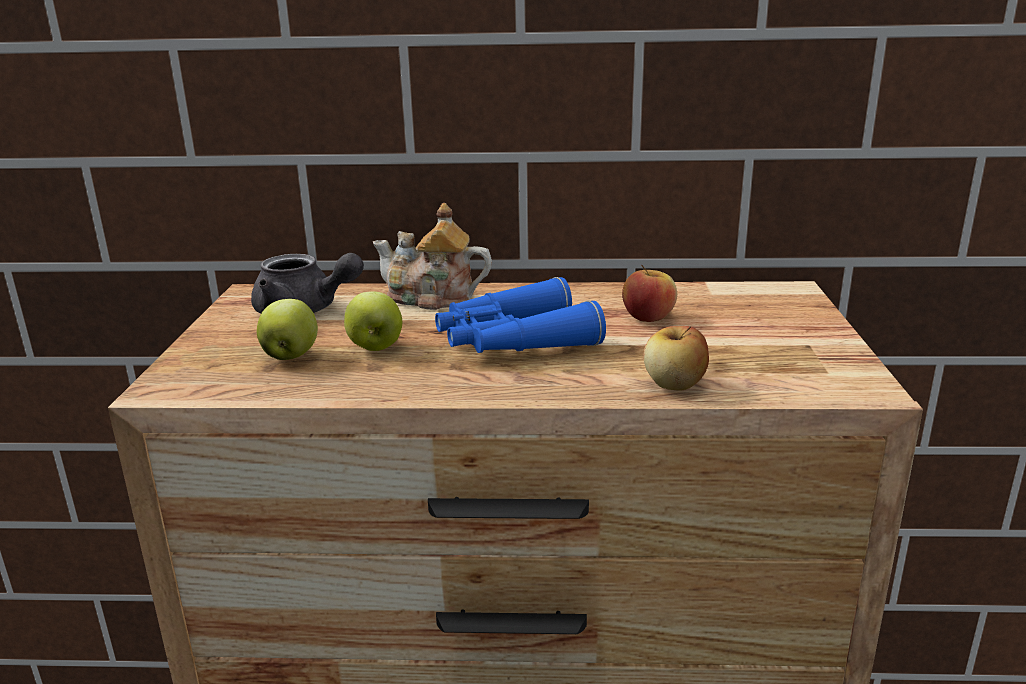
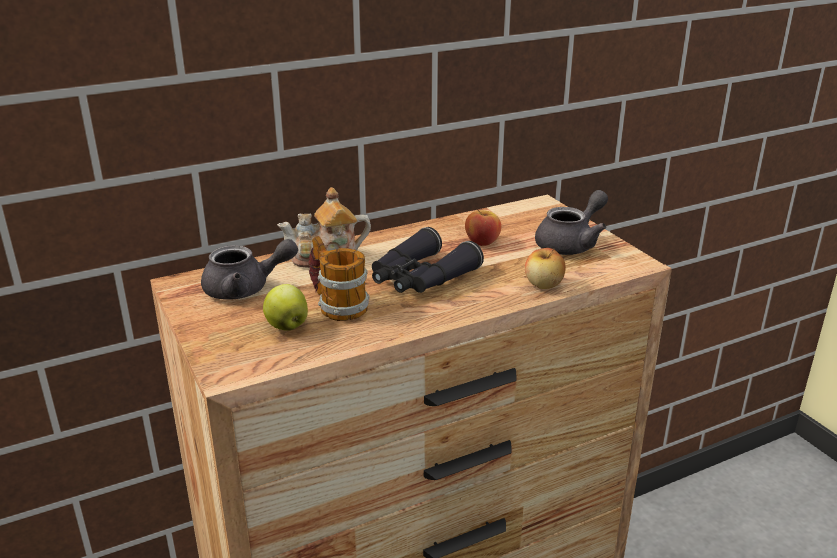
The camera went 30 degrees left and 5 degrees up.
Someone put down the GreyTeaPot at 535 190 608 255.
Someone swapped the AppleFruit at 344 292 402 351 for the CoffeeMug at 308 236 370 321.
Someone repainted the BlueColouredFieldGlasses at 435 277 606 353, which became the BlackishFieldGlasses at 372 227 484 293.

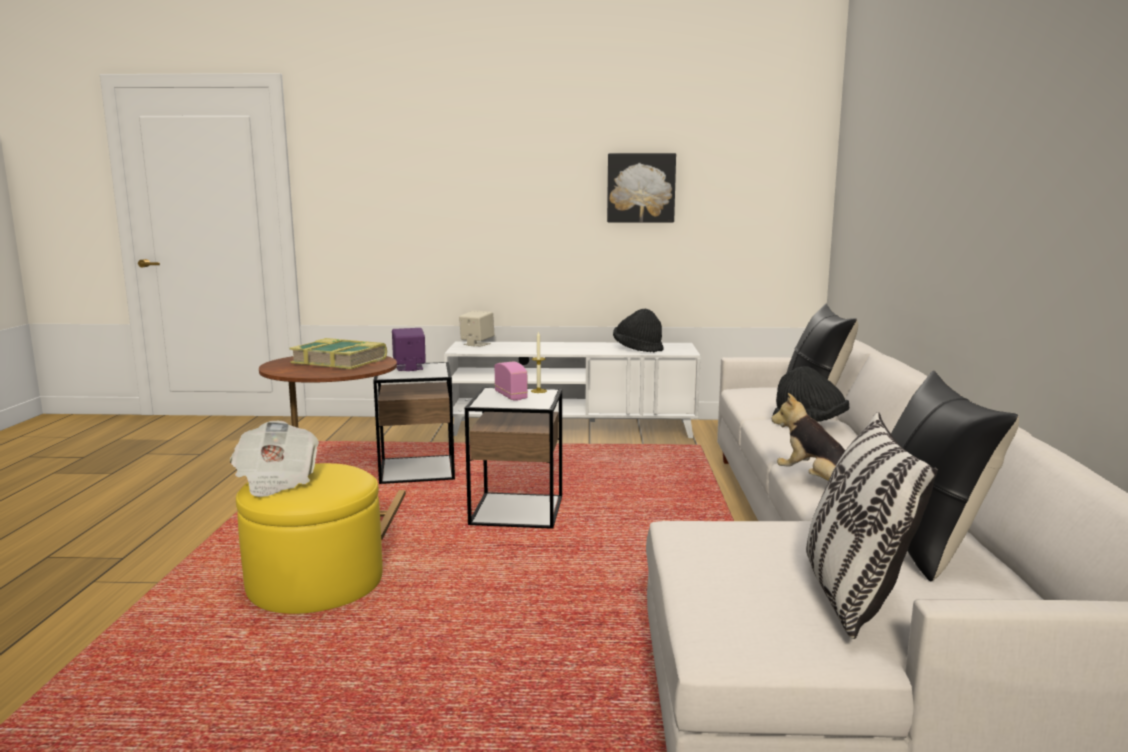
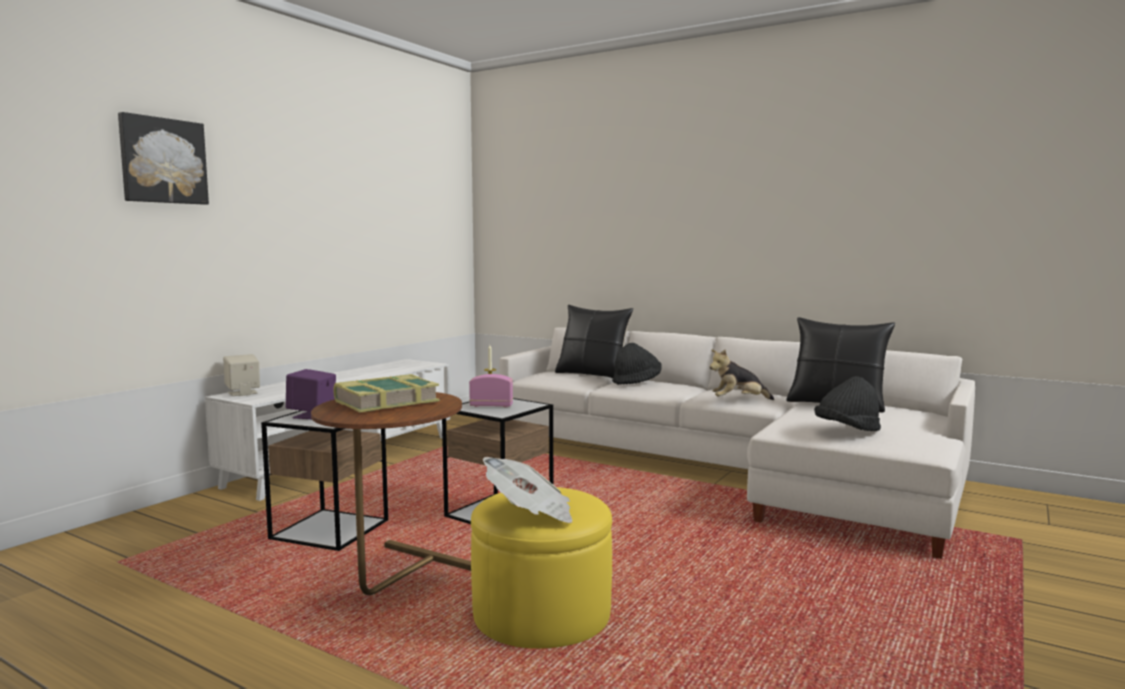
The camera went 60 degrees left and 5 degrees down.
Someone took away the Cushion at 806 412 938 639.
Someone carried the WallPicture from 607 153 676 223 to 118 112 209 205.
Someone carried the BlackishClothingHat from 613 309 664 353 to 814 376 881 431.

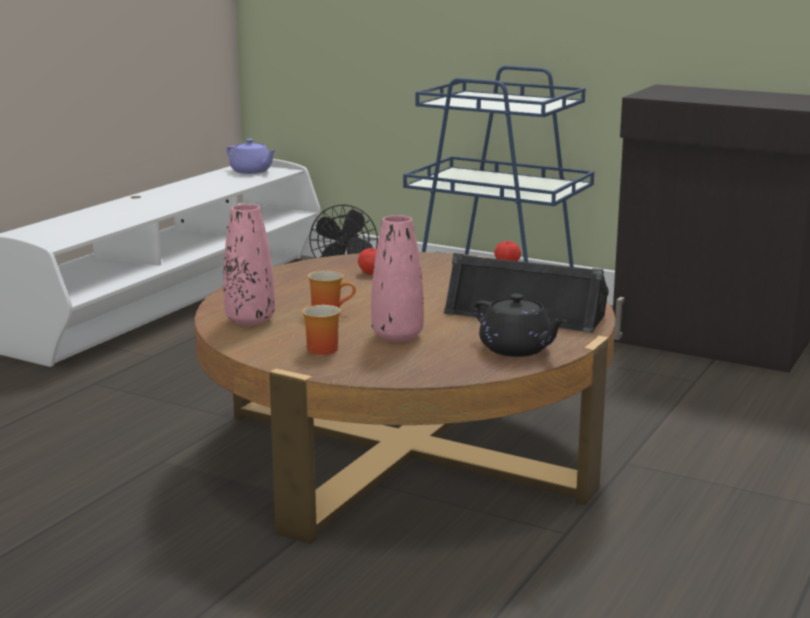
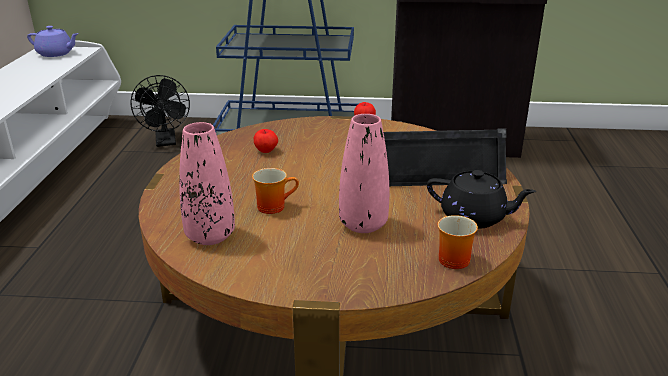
The camera went 25 degrees left and 10 degrees up.
Someone carried the CoffeeMug from 302 305 341 355 to 438 215 478 269.

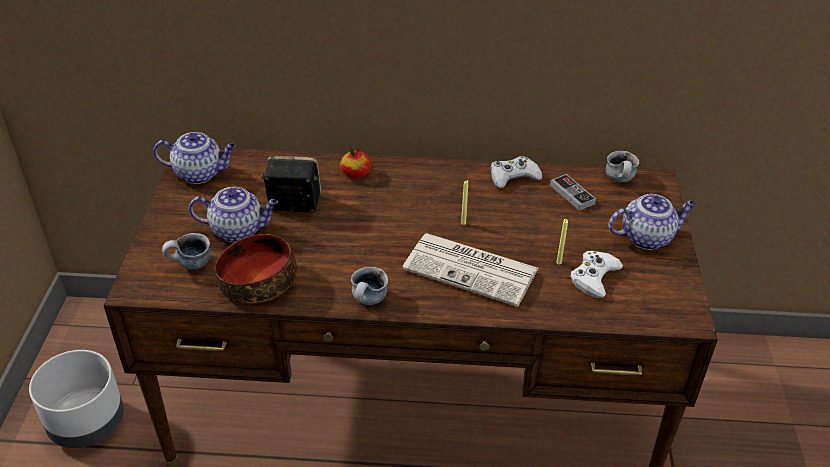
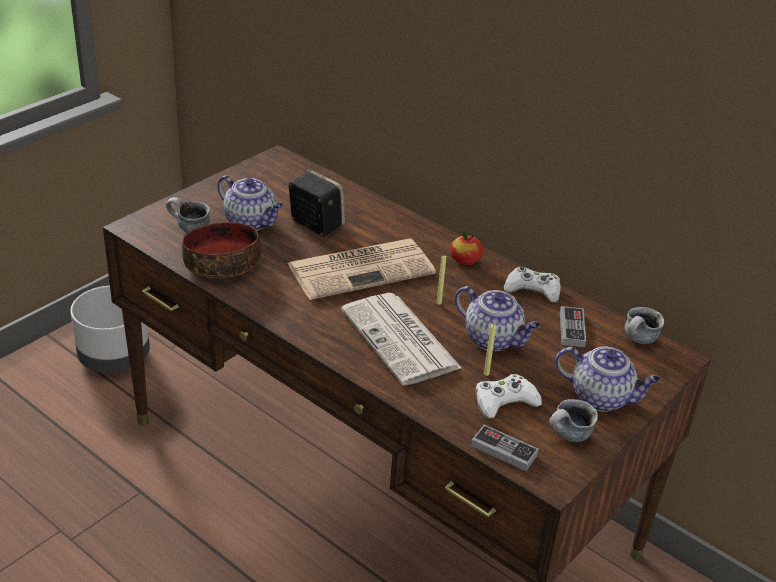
The camera went 35 degrees right and 5 degrees down.
Someone put down the PrintedPaper at 287 238 436 300.
Someone put down the GameController at 471 425 539 471.
Someone carried the TeaPot from 153 132 236 184 to 455 286 540 351.
Someone carried the AppleFruit from 340 148 371 178 to 450 231 484 265.
Someone carried the CoffeeMug from 351 267 388 305 to 550 399 598 442.

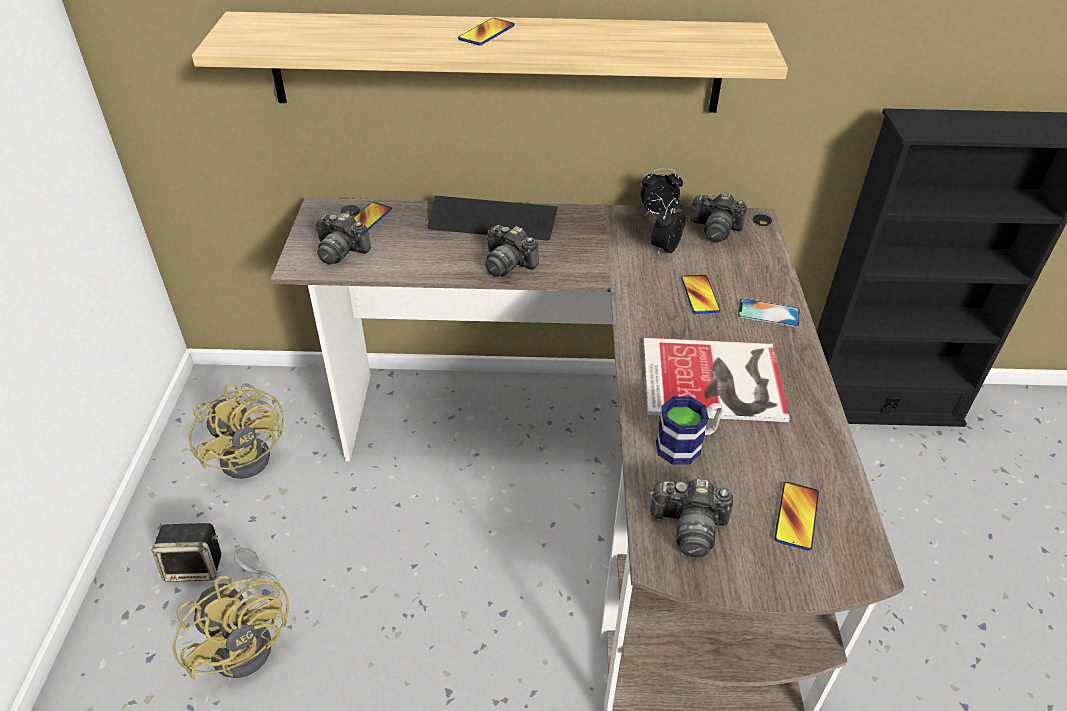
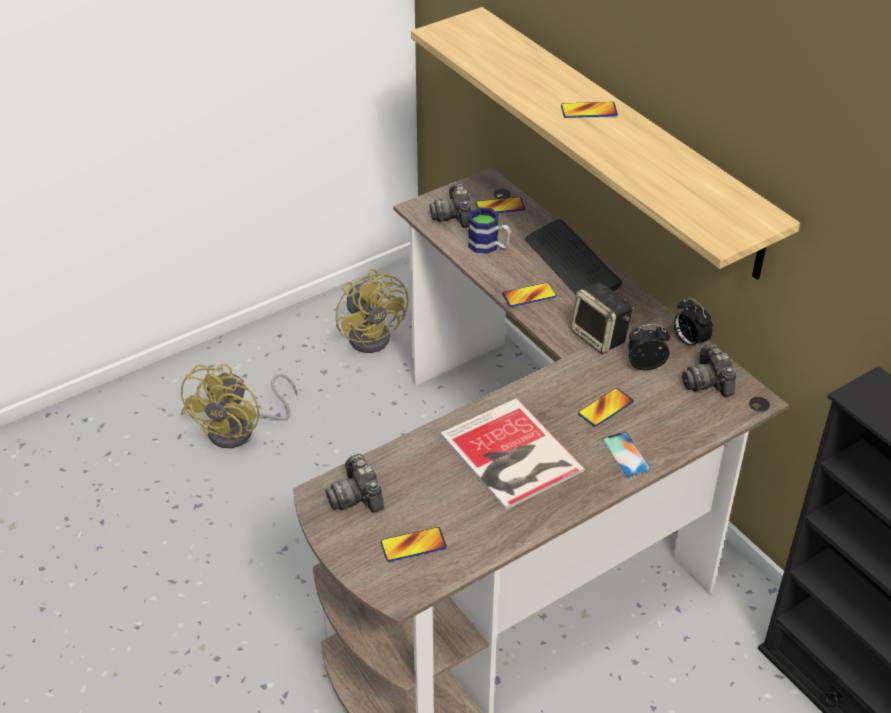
The camera went 55 degrees right and 0 degrees up.
Someone carried the Speaker from 151 523 221 582 to 570 282 633 354.
Someone carried the CoffeeMug from 656 396 723 465 to 468 207 511 254.
Someone swapped the StillCamera at 485 225 539 277 for the Telephone at 502 282 557 307.
Someone rotated the YellowColouredFan at 189 383 284 479 by 45 degrees counterclockwise.

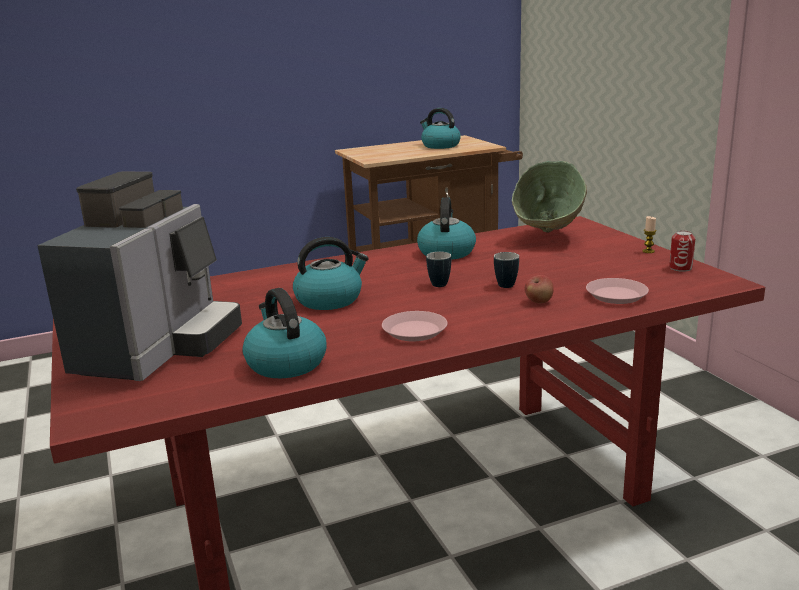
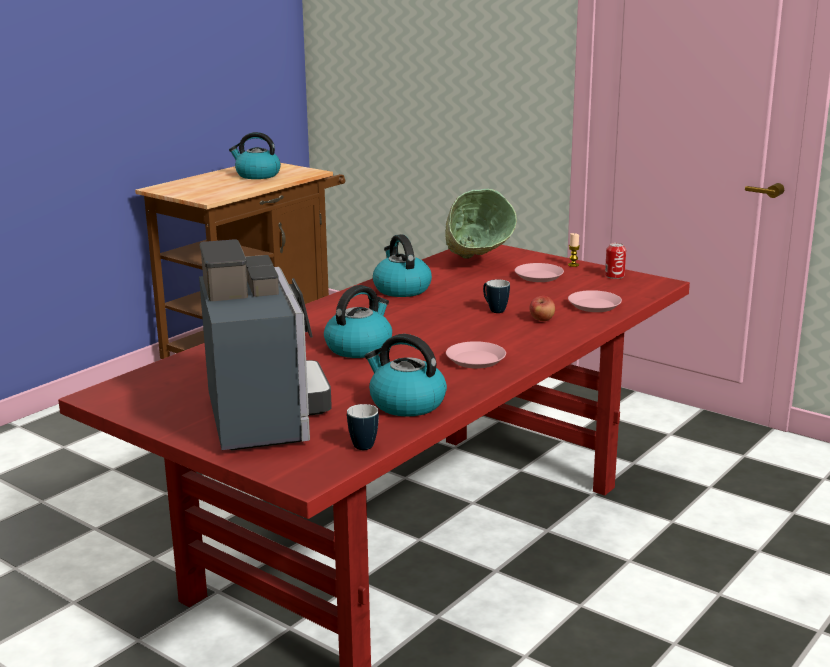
The camera went 30 degrees left and 0 degrees up.
Someone put down the PinkishDinnerPlate at 515 263 564 282.
Someone carried the CoffeeMug from 426 252 451 287 to 347 404 379 450.

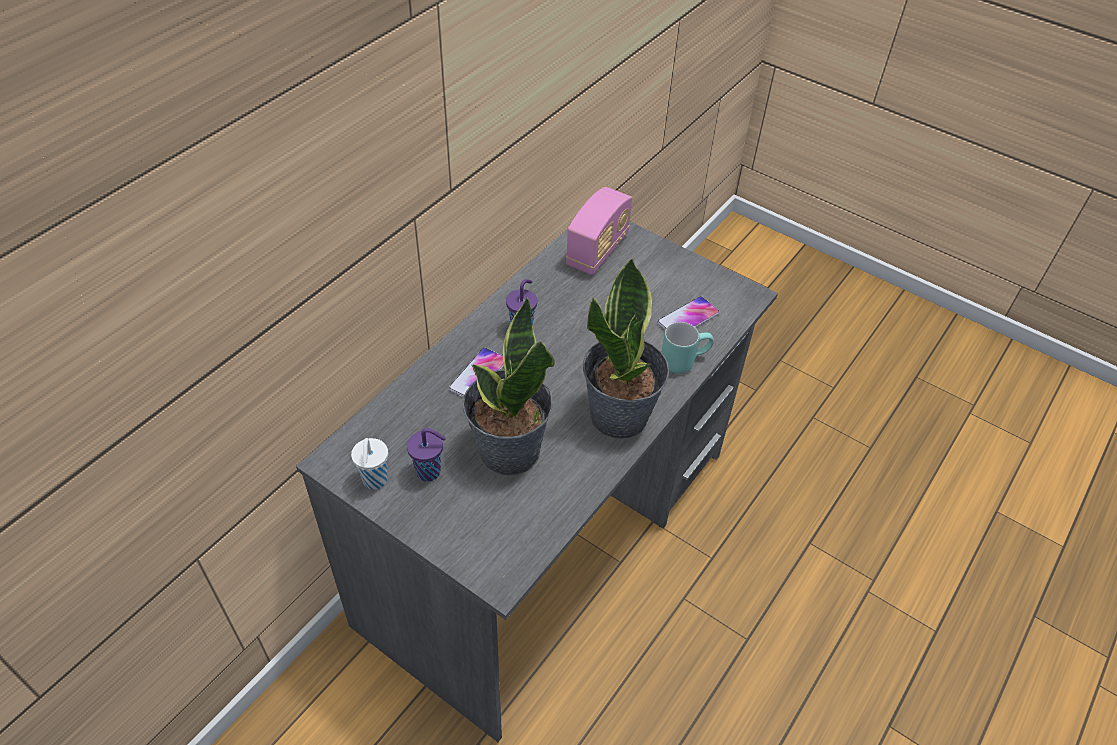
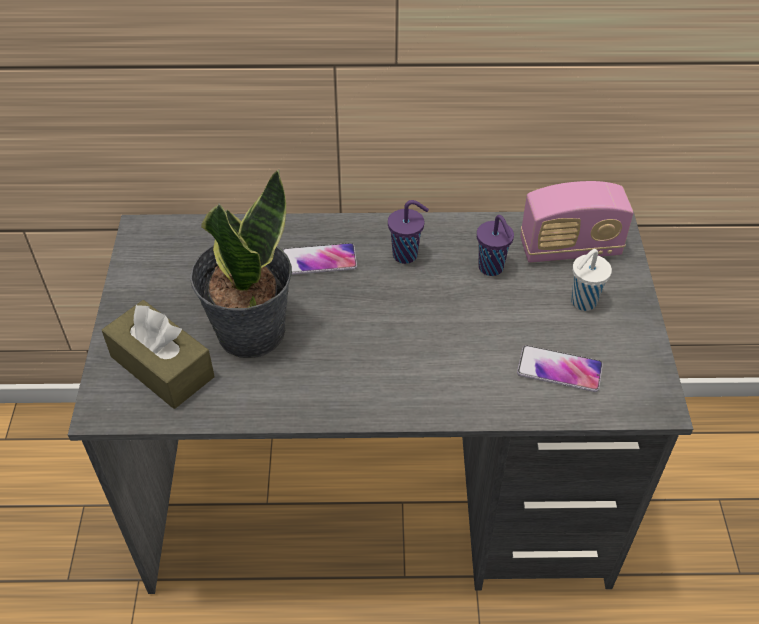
The camera went 55 degrees right and 0 degrees up.
Someone took away the PlantInAPot at 583 257 669 439.
Someone took away the TurquoiseColouredCoffeeMug at 661 322 714 374.
Someone put down the BrownishTissueHolder at 102 300 214 409.
Someone carried the WhiteDrinkingCup from 351 438 388 490 to 571 249 612 311.
Someone carried the PurpleDrinkingCup from 407 428 446 482 to 477 215 514 276.

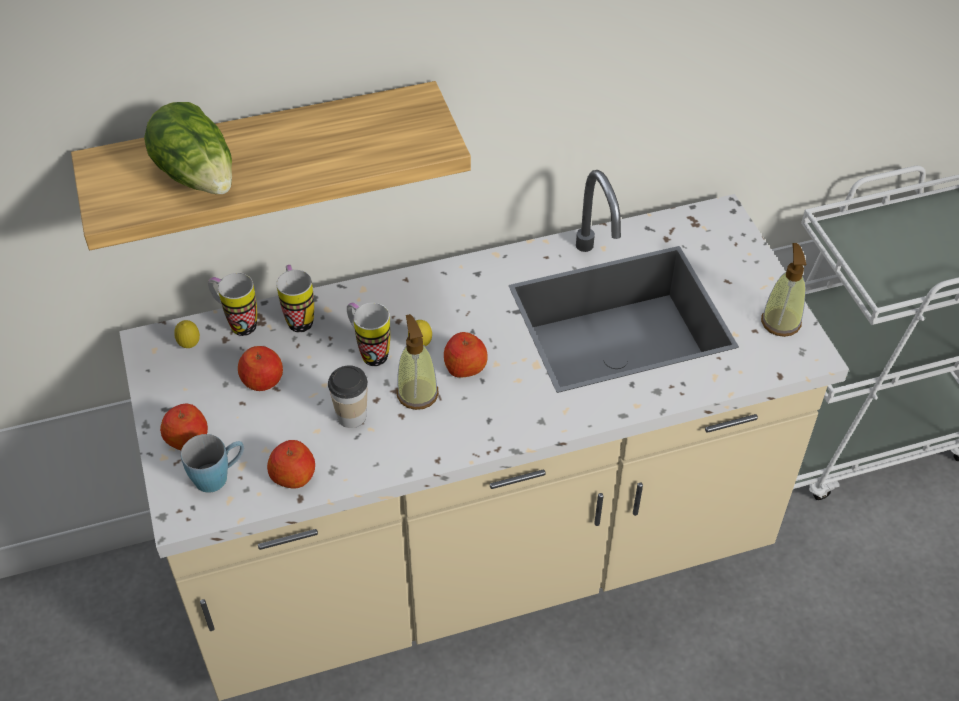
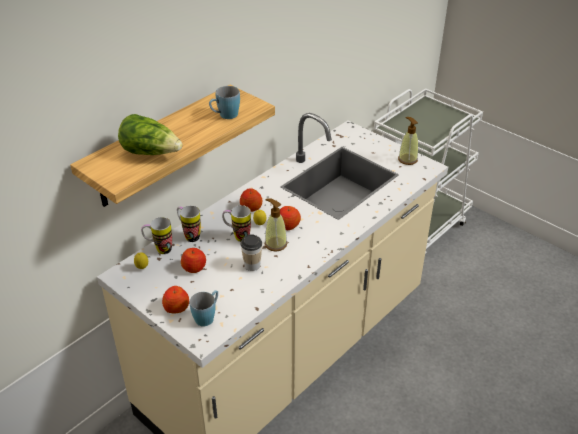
The camera went 30 degrees left and 10 degrees down.
Someone put down the BlueColouredCoffeeMug at 209 86 240 119.
Someone carried the AppleFruit from 267 440 315 489 to 240 188 262 212.

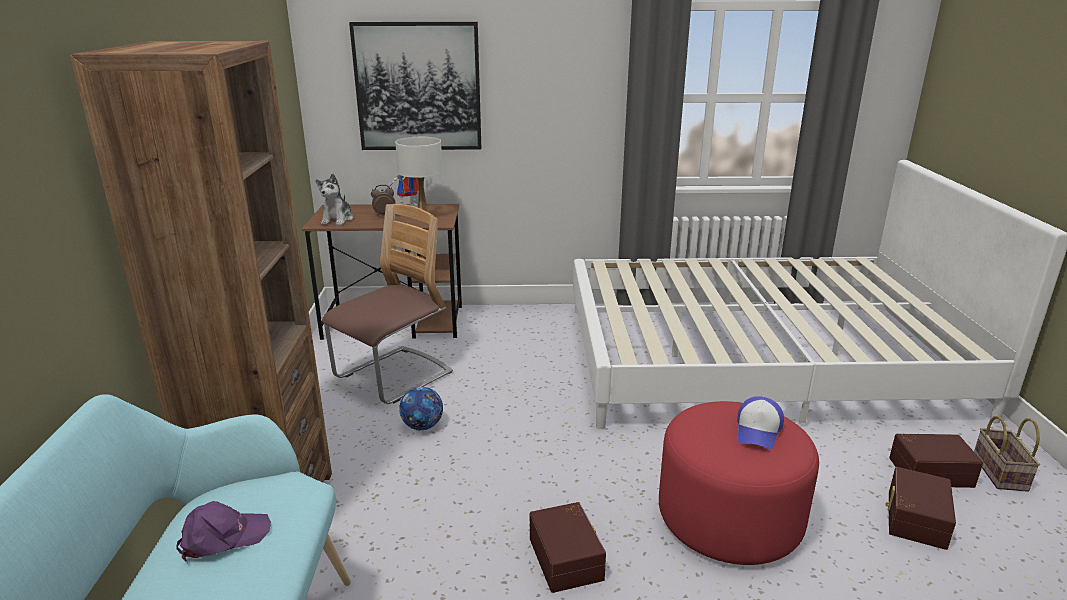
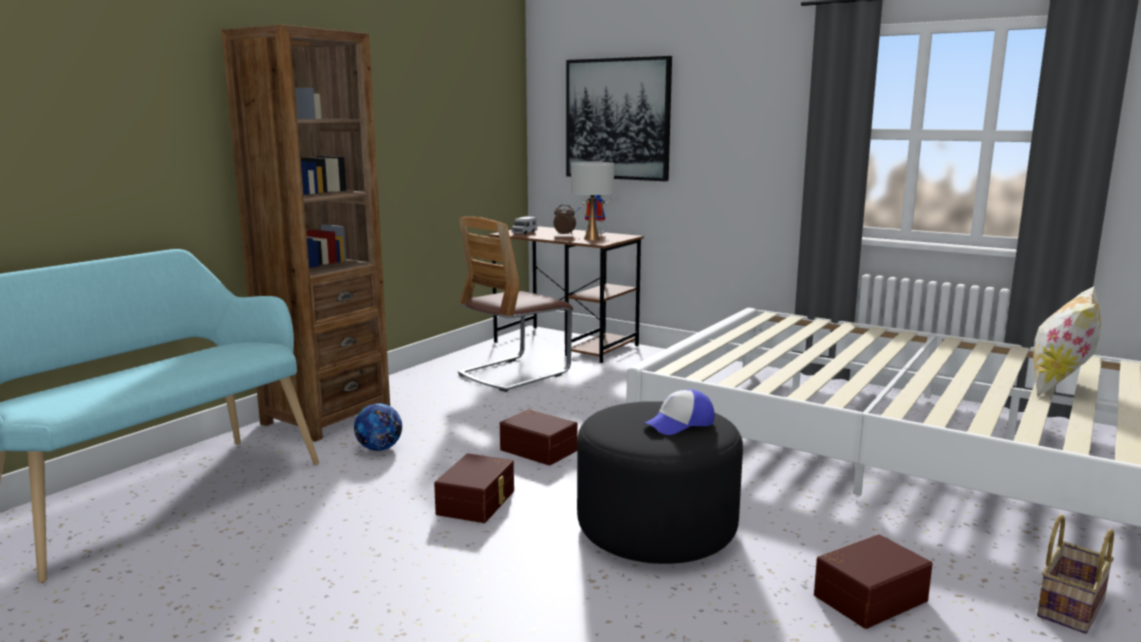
The camera went 35 degrees right and 10 degrees down.
Someone took away the PurpleBaseballCap at 177 501 271 562.
Someone put down the Cushion at 1033 287 1101 397.
Someone carried the Football from 399 387 443 430 to 354 403 402 451.
Someone carried the BrownishStorageContainer from 889 434 983 488 to 500 409 578 466.
Someone swapped the SoftToy at 316 174 353 225 for the ToyLorry at 512 216 537 235.
Someone repainted the ReddishFootrest at 659 401 819 565, which became the BlackishFootrest at 577 401 743 564.
Someone rotated the UprightChair at 322 204 453 404 by 150 degrees clockwise.

